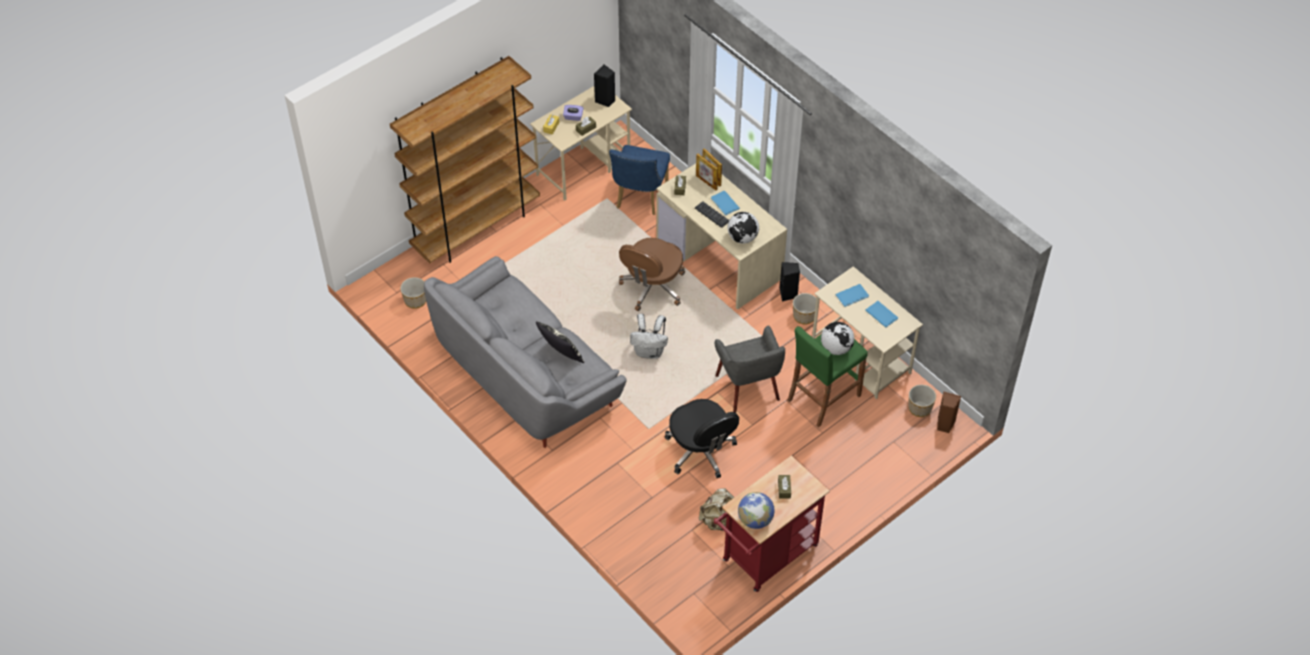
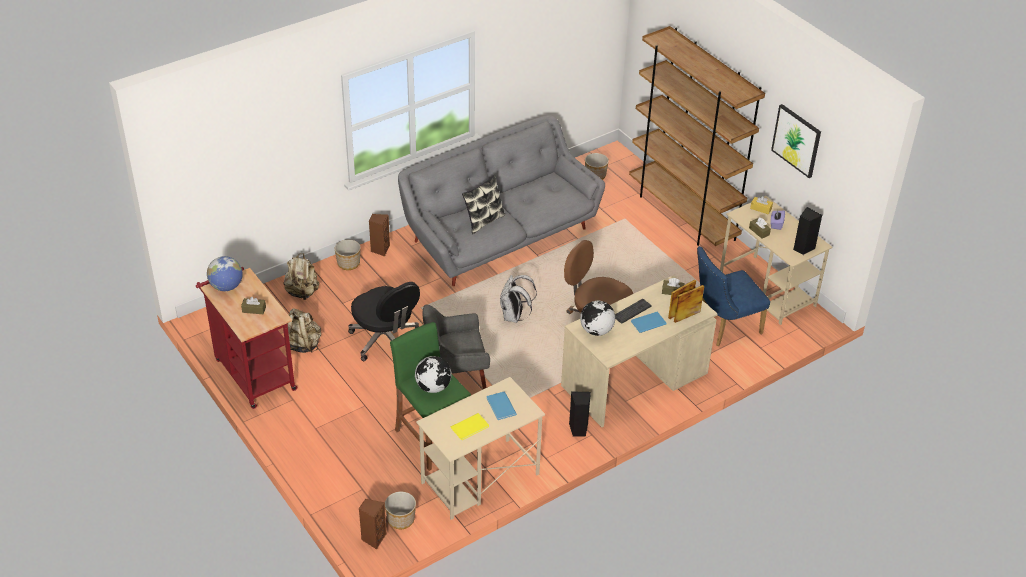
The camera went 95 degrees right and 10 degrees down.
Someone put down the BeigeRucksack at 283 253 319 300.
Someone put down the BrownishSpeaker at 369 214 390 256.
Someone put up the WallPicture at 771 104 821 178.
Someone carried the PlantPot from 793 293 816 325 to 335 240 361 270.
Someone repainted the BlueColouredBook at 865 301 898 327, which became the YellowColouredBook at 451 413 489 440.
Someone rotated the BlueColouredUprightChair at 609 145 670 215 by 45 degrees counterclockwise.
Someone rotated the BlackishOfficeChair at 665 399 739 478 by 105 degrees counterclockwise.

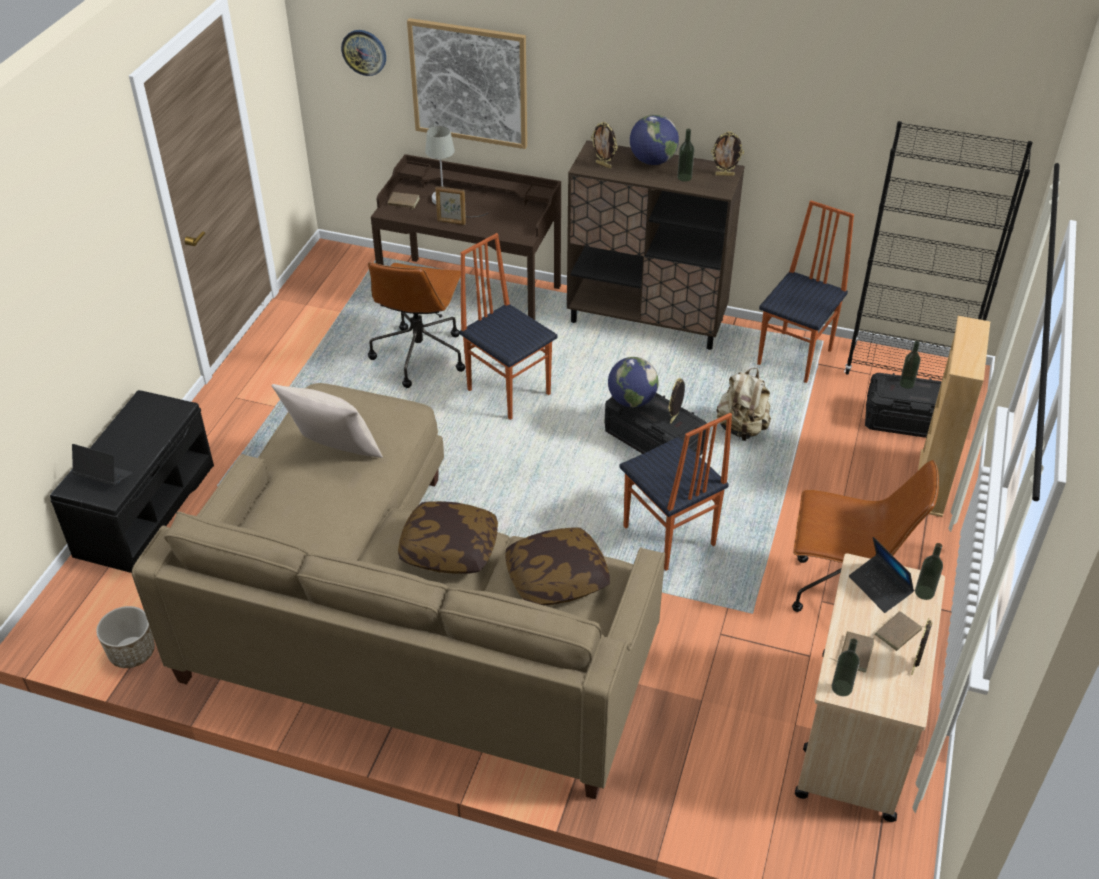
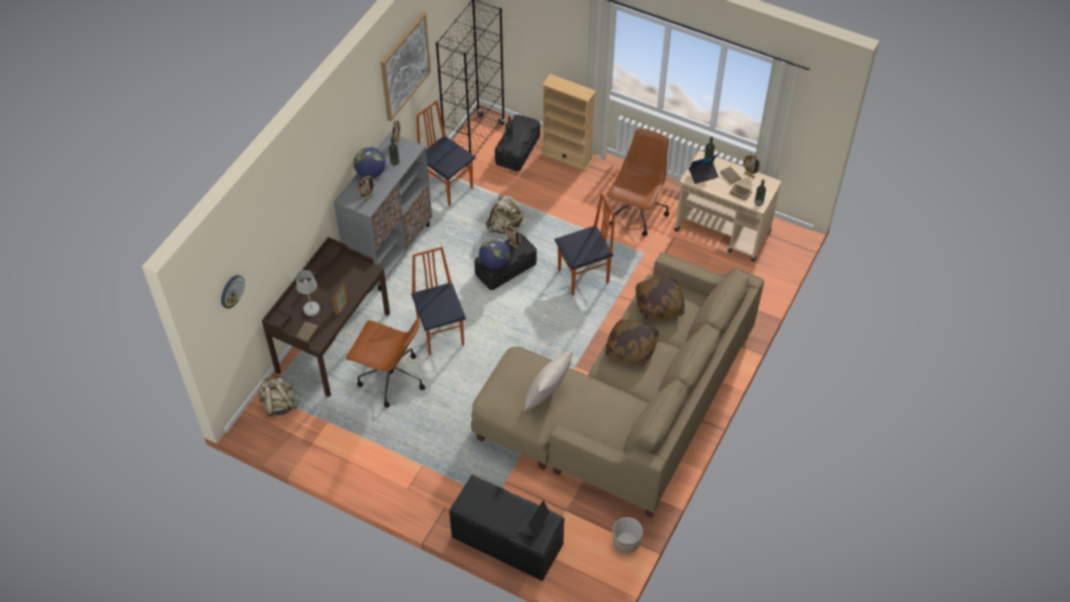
The camera went 80 degrees left and 10 degrees up.
Someone put down the BeigeRucksack at 258 377 299 417.
Someone carried the WallPicture from 407 18 527 149 to 381 12 431 121.
Someone repainted the BrownishCupboard at 567 140 745 350, which became the GreyCupboard at 334 132 432 291.
Someone rotated the UprightChair at 460 233 557 420 by 105 degrees clockwise.

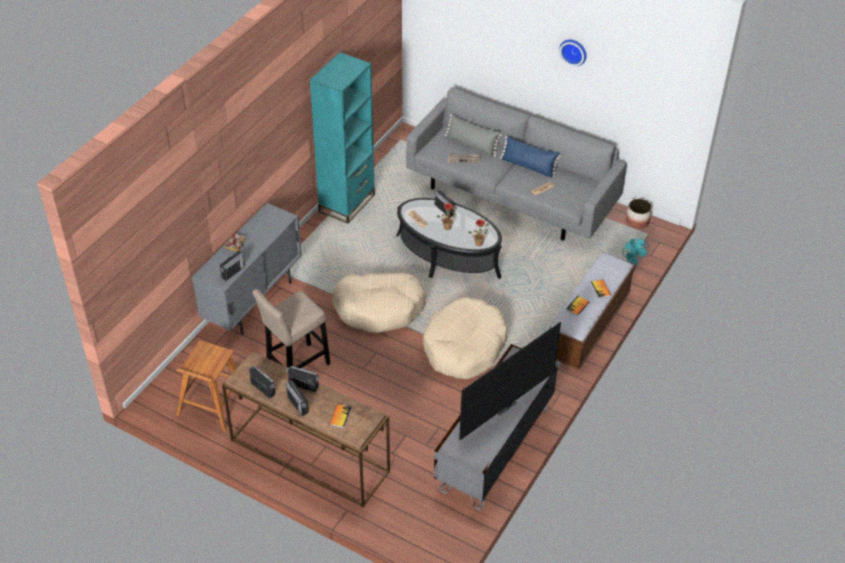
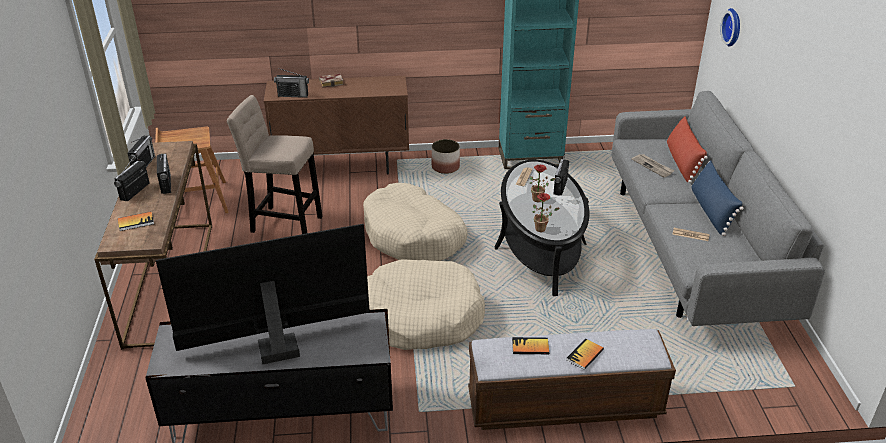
The camera went 55 degrees right and 10 degrees down.
Someone took away the TurquoiseColouredFan at 623 238 649 265.
Someone carried the WallClock from 559 40 587 66 to 720 8 740 46.
Someone carried the PlantPot from 626 199 652 229 to 432 139 460 174.
Someone repainted the GreyCupboard at 192 203 302 335, which became the BrownishCupboard at 264 76 409 175.
Someone repainted the GreyCushion at 445 114 502 157, which became the ReddishCushion at 667 116 708 183.
Someone rotated the TvSet at 459 322 561 440 by 150 degrees clockwise.

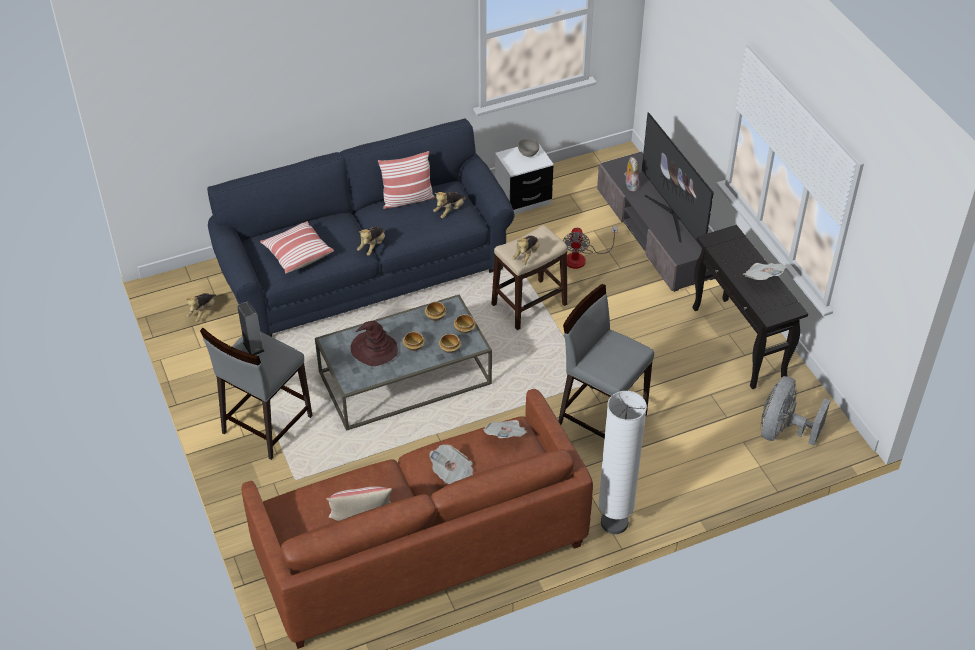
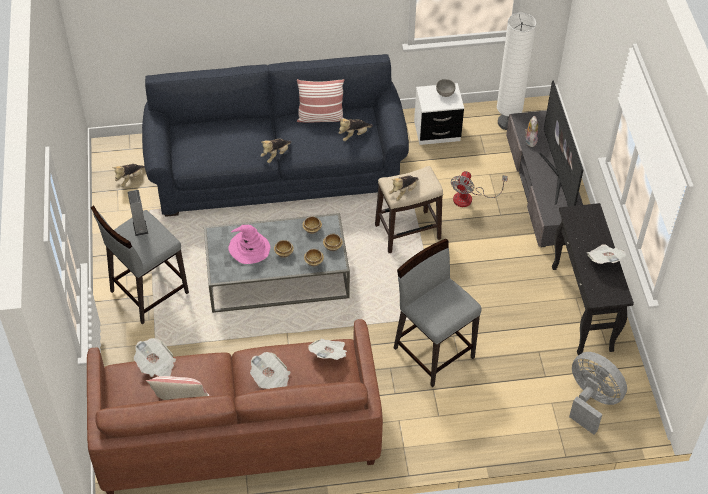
The camera went 15 degrees right and 5 degrees up.
Someone took away the Cushion at 260 221 334 273.
Someone put down the PrintedPaper at 134 338 176 377.
Someone carried the WhiteStandingLamp from 598 391 647 534 to 497 13 536 130.
Someone repainted the BrownishClothingHat at 351 321 398 366, which became the PinkishClothingHat at 228 225 270 264.
Someone rotated the GreyFan at 761 376 830 445 by 90 degrees clockwise.

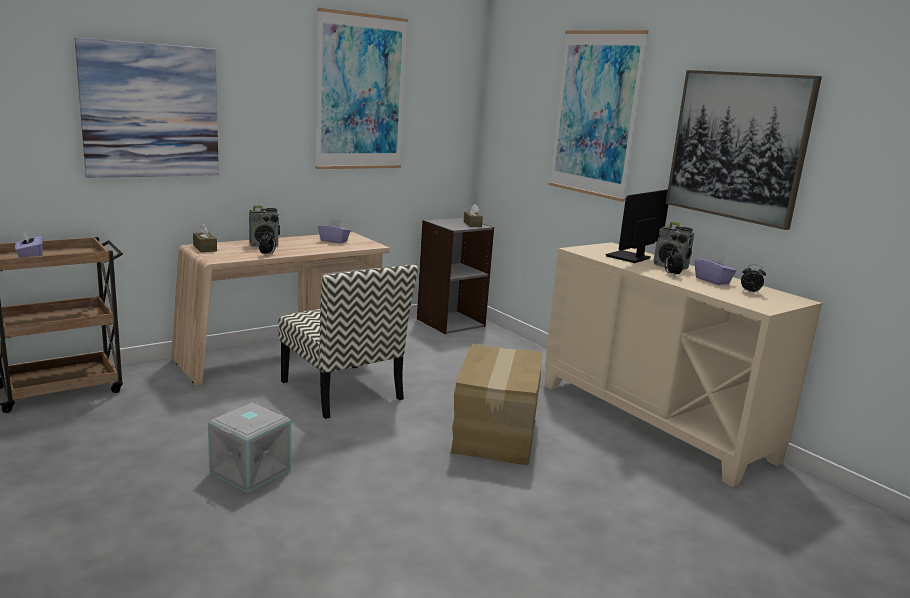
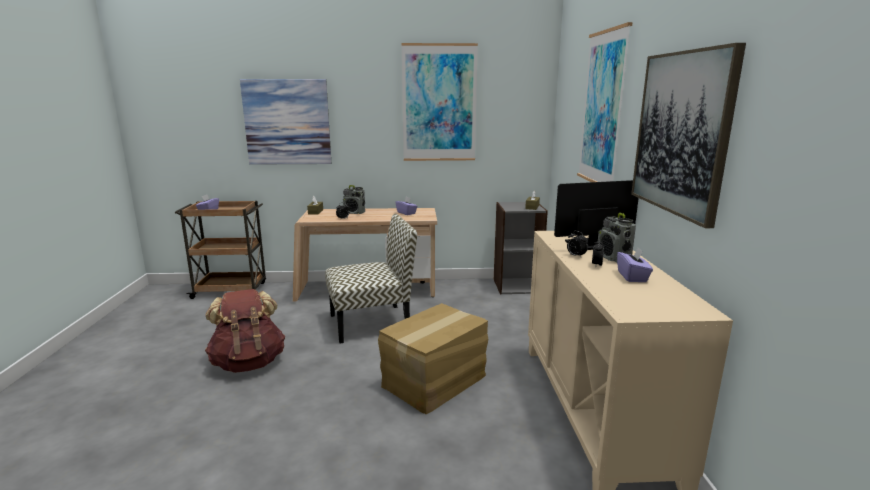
The camera went 35 degrees right and 0 degrees up.
Someone carried the TableClock from 741 265 766 294 to 567 231 588 257.
Someone swapped the GreyStorageContainer at 208 403 291 493 for the BrownishRucksack at 205 289 285 373.
Someone rotated the UprightChair at 278 265 418 419 by 105 degrees counterclockwise.

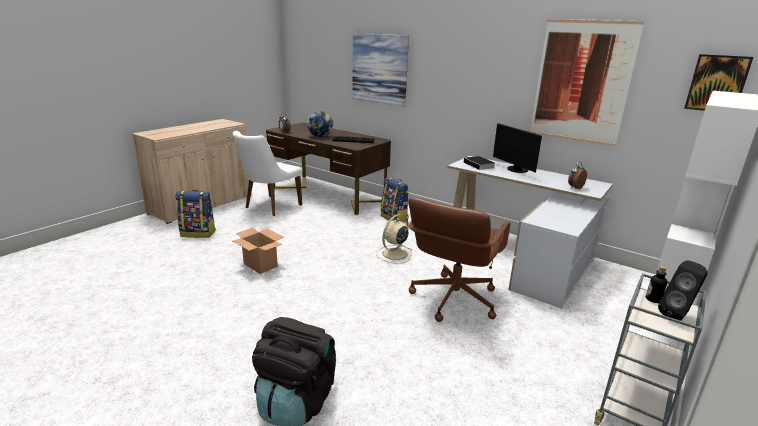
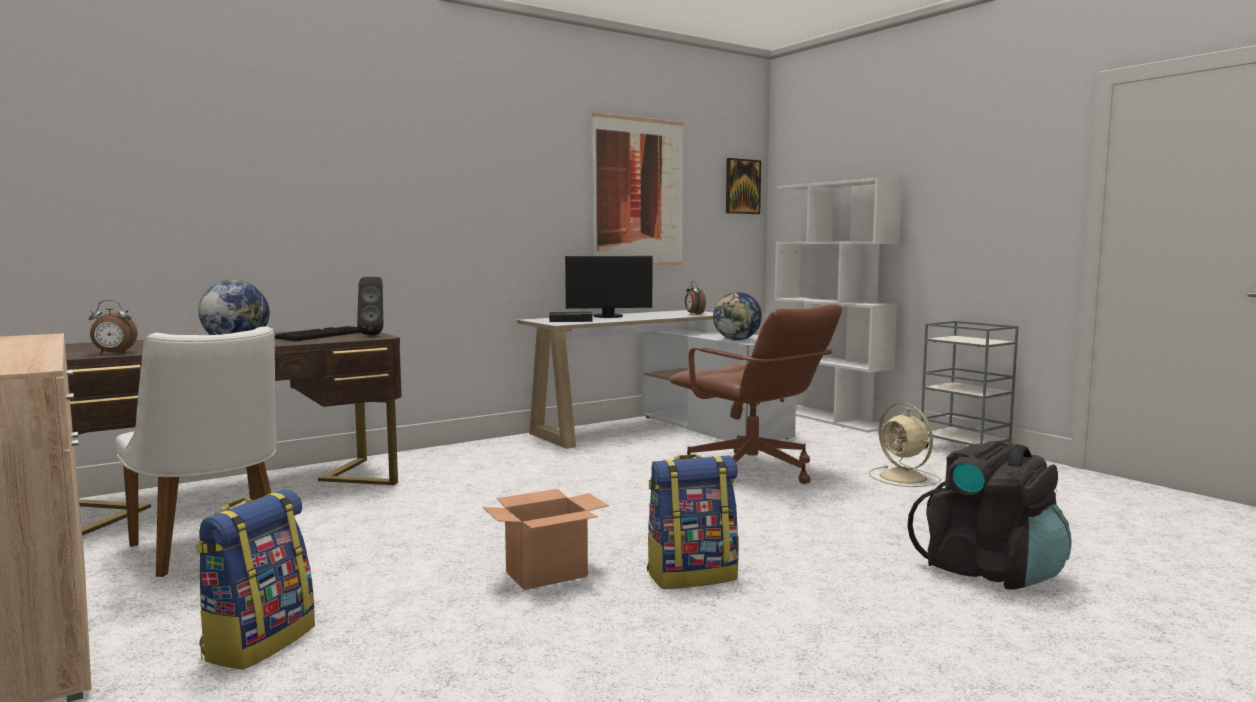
The camera went 70 degrees left and 15 degrees down.
Someone took away the WallPicture at 352 33 409 107.
Someone took away the DrinkBottle at 646 266 667 303.
Someone put down the Globe at 713 292 762 340.
Someone carried the BeigeFan from 376 214 413 264 to 869 403 941 487.
Someone carried the Rucksack from 381 177 409 223 to 646 454 739 589.
Someone carried the BlackishSpeaker from 658 260 708 321 to 357 277 383 336.

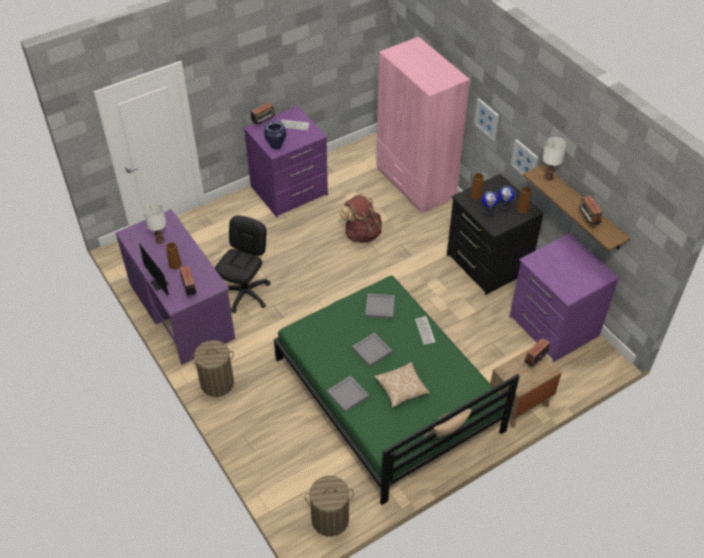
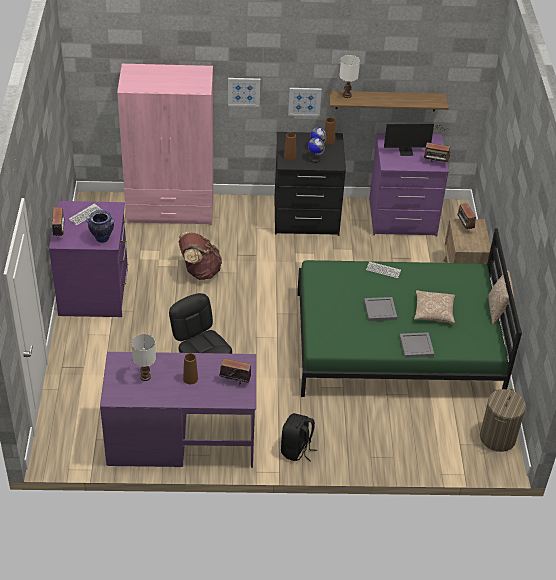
The camera went 60 degrees left and 5 degrees down.
Someone took away the GreyServingTray at 365 293 395 319.
Someone carried the ComputerDisplay from 139 243 173 296 to 384 124 446 156.
Someone carried the Radio from 580 195 603 227 to 424 142 450 162.
Someone swapped the WashingBasket at 190 340 234 397 for the BlackishRucksack at 281 413 317 462.

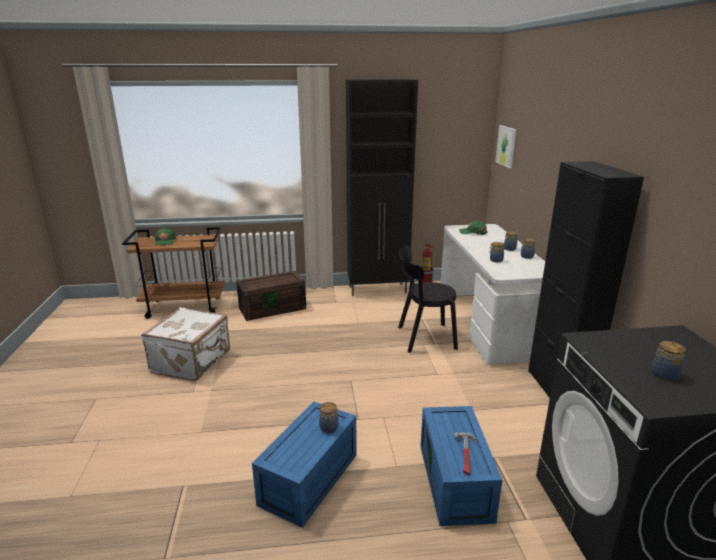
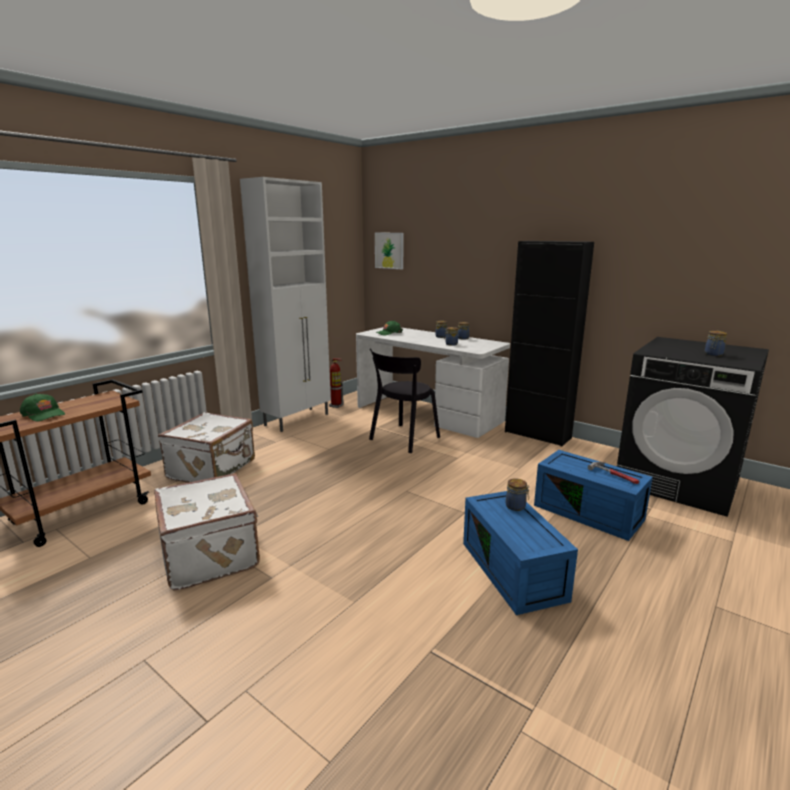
The camera went 45 degrees left and 5 degrees down.
Someone swapped the BrownishStorageContainer at 236 271 306 321 for the WhitePieceOfLuggage at 158 412 255 483.
Someone repainted the BlackishCupboard at 346 79 418 296, which became the WhiteCupboard at 240 177 331 432.

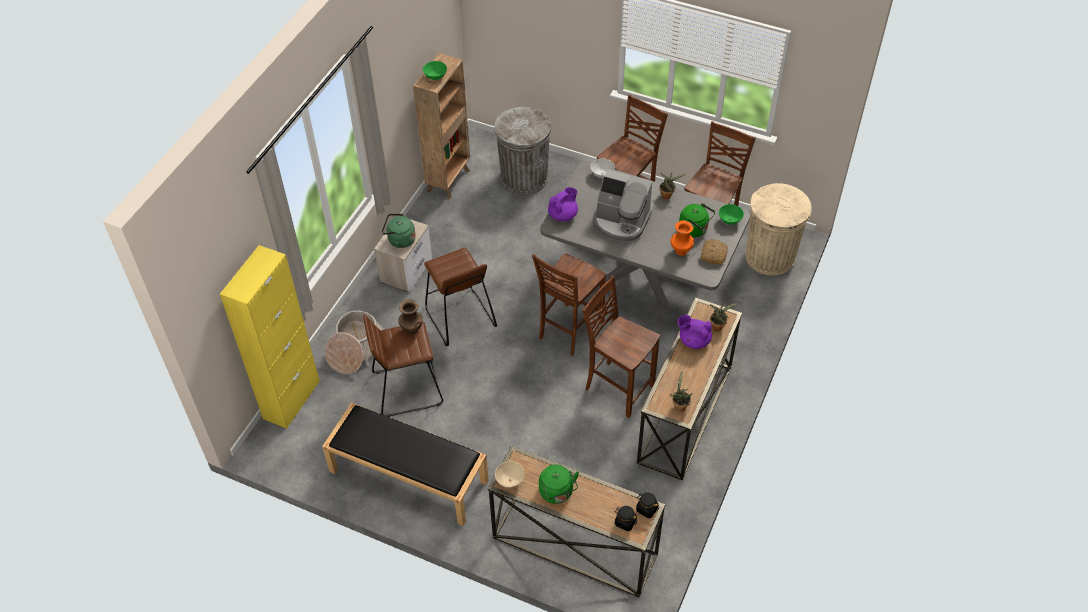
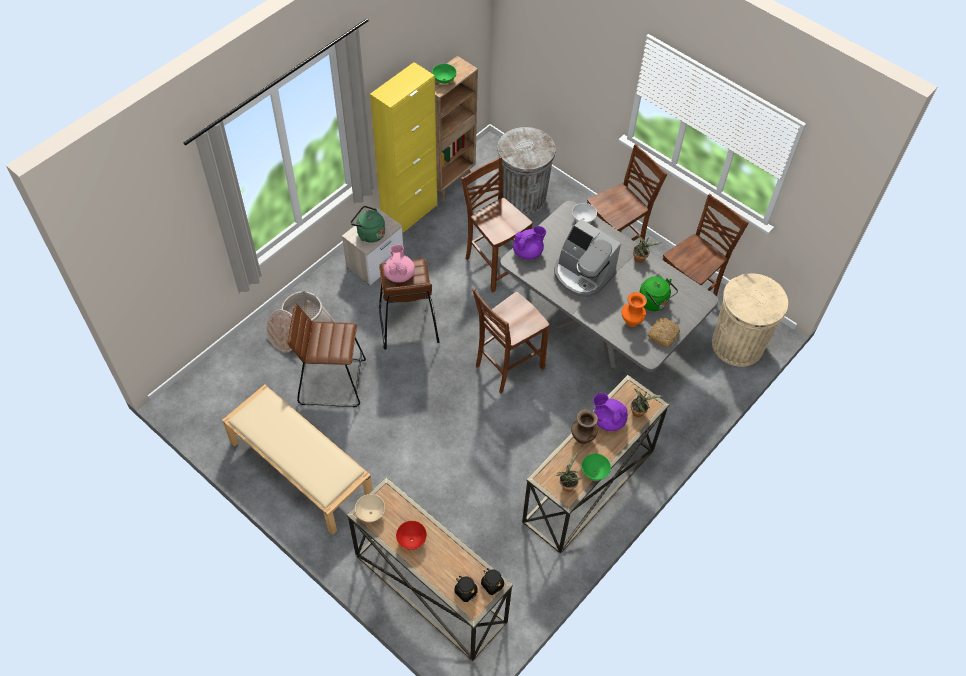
The camera went 15 degrees right and 5 degrees up.
Someone put down the PinkishTeaPot at 384 245 415 283.
Someone carried the YellowColouredCupboard from 220 245 320 428 to 370 62 437 233.
Someone carried the BrownishVase from 398 299 423 335 to 571 409 598 444.
Someone carried the BrownishUprightChair from 582 276 660 418 to 461 156 533 292.
Someone carried the GreenColouredBowl from 719 204 744 225 to 582 453 611 480.
Someone swapped the GreenColouredWaterKettle at 539 464 579 504 for the ReddishBowl at 396 521 427 550.
Someone repainted the BlackishIndoorBench at 322 403 489 526, which became the BeigeIndoorBench at 222 384 373 535.

